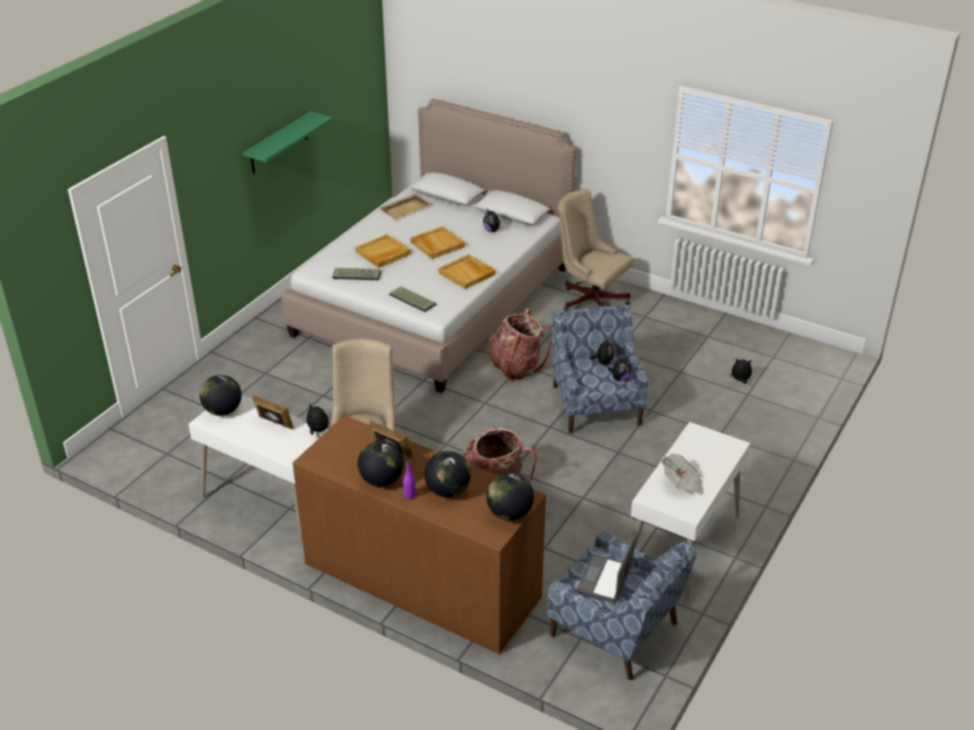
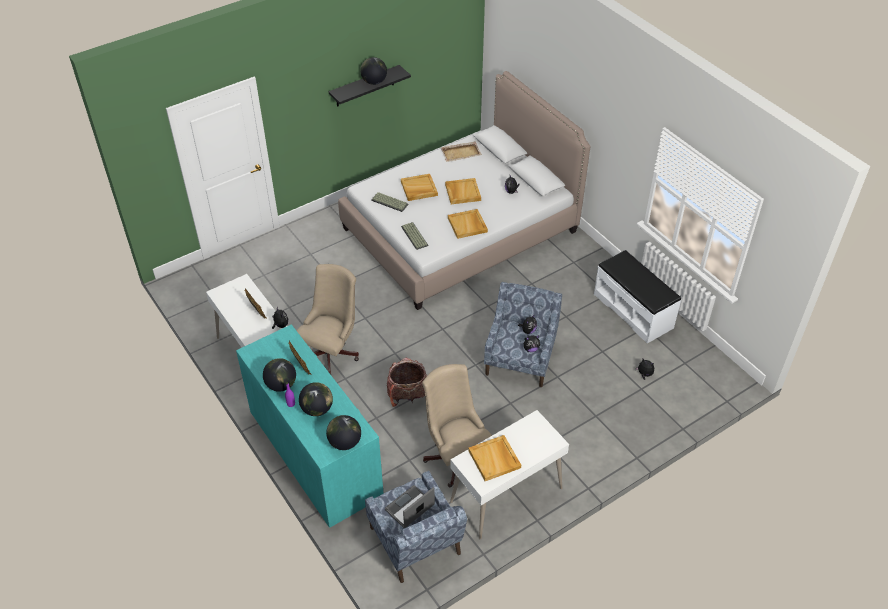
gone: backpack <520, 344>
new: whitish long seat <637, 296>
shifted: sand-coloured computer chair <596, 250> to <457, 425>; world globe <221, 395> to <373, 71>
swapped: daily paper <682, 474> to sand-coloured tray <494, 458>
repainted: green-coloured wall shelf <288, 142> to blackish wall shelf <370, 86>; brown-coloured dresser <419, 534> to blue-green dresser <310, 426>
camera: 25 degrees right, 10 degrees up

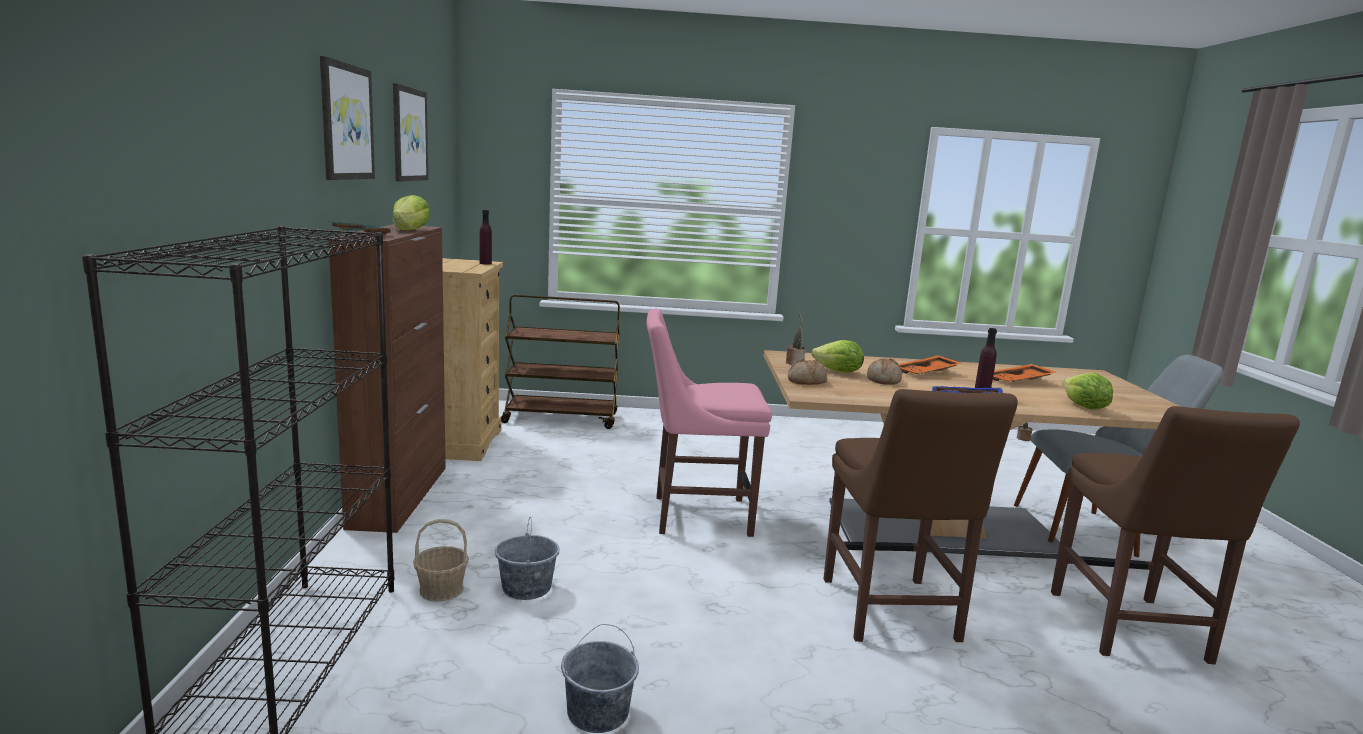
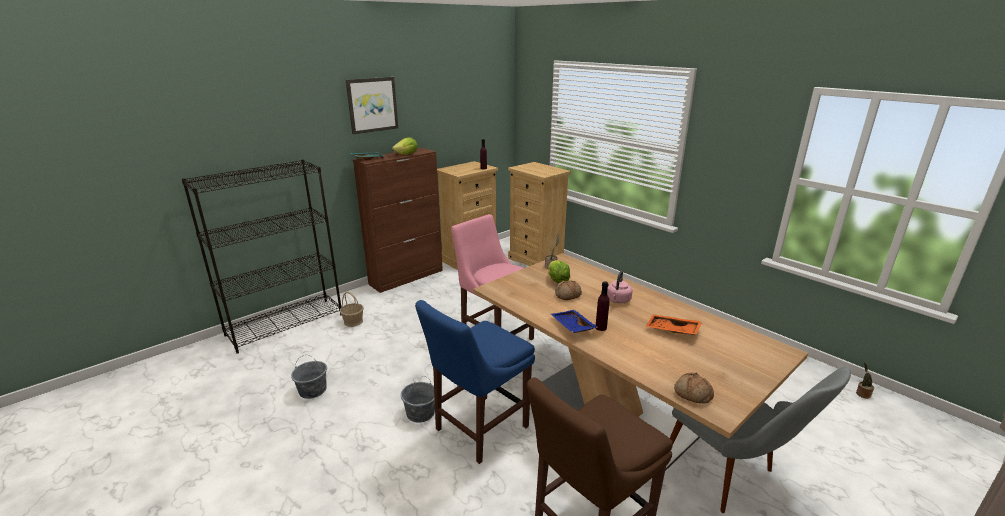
gone: wall art <410, 132>; lettuce head <1088, 391>
shifted: bakery bread <807, 372> to <694, 388>; grey water bucket <527, 558> to <418, 399>
swapped: brown-coloured wheeled cart <560, 362> to sand-coloured dresser <539, 214>; orange tray <930, 364> to pinkish kettle <619, 287>
repainted: brown-coloured chair <921, 515> to bluish chair <475, 382>
camera: 50 degrees right, 10 degrees up

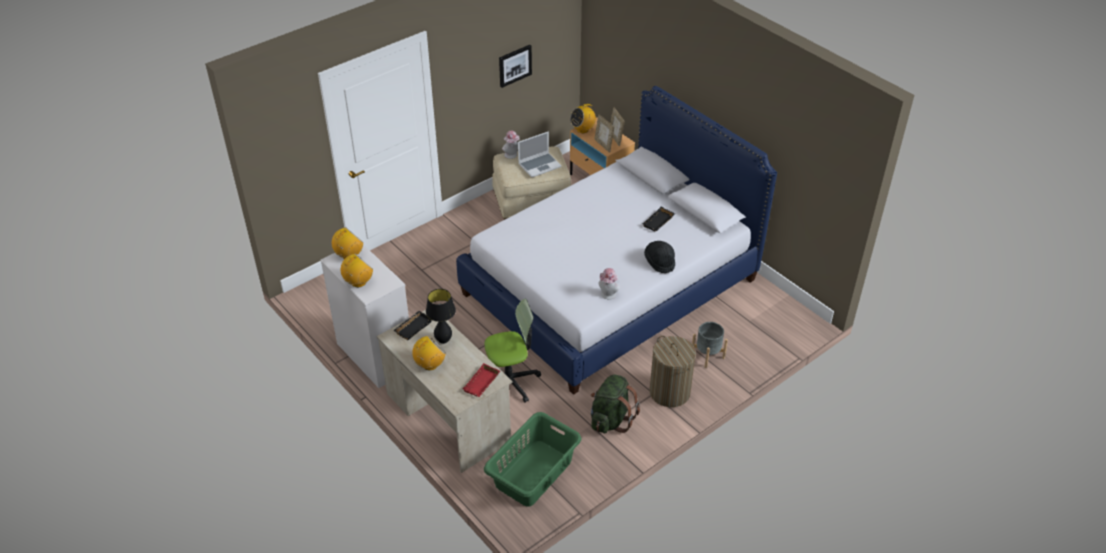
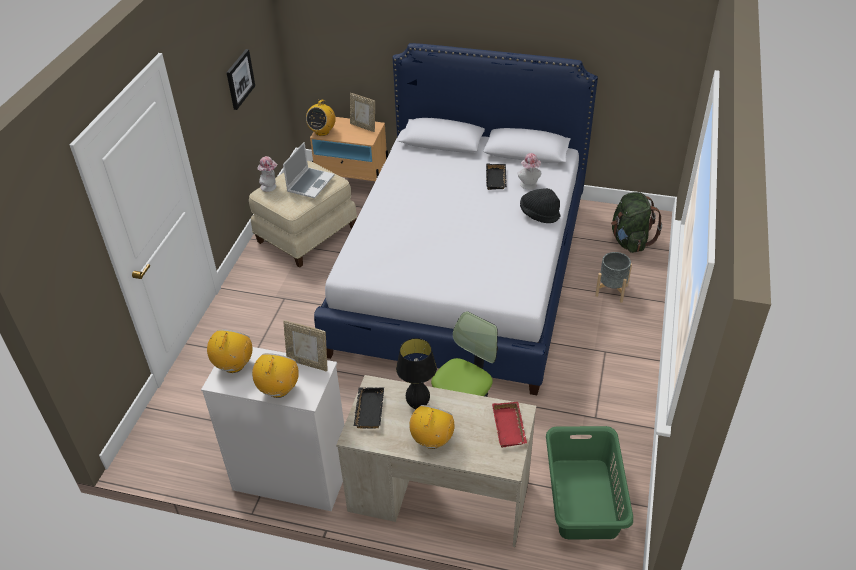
gone: hamper <673, 371>
shifted: standing frame <604, 133> to <305, 345>; clothing hat <609, 283> to <529, 171>; green-coloured backpack <615, 403> to <636, 222>
camera: 35 degrees left, 0 degrees up

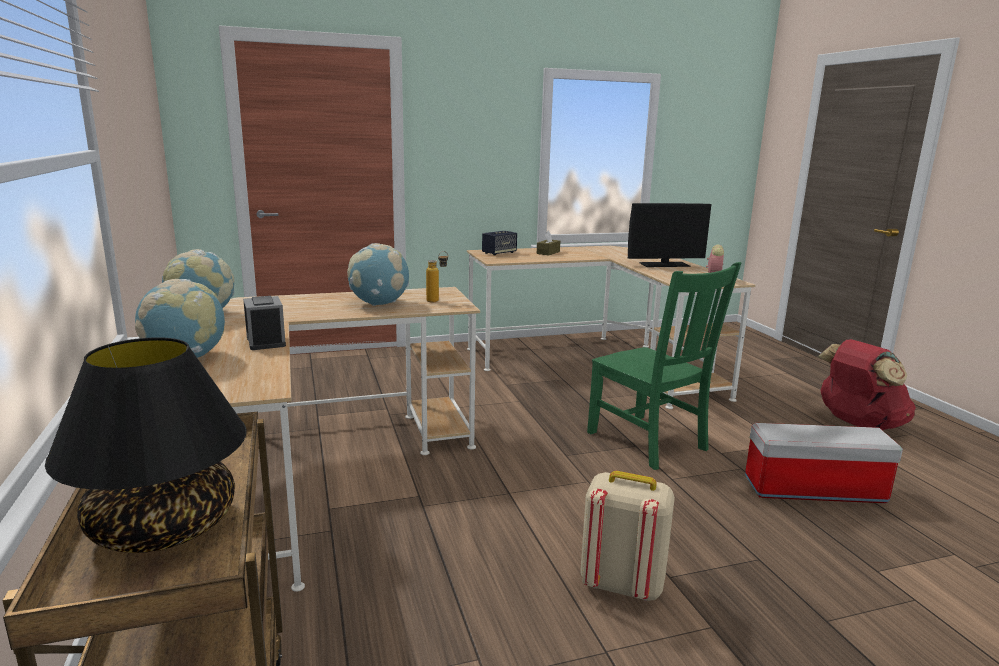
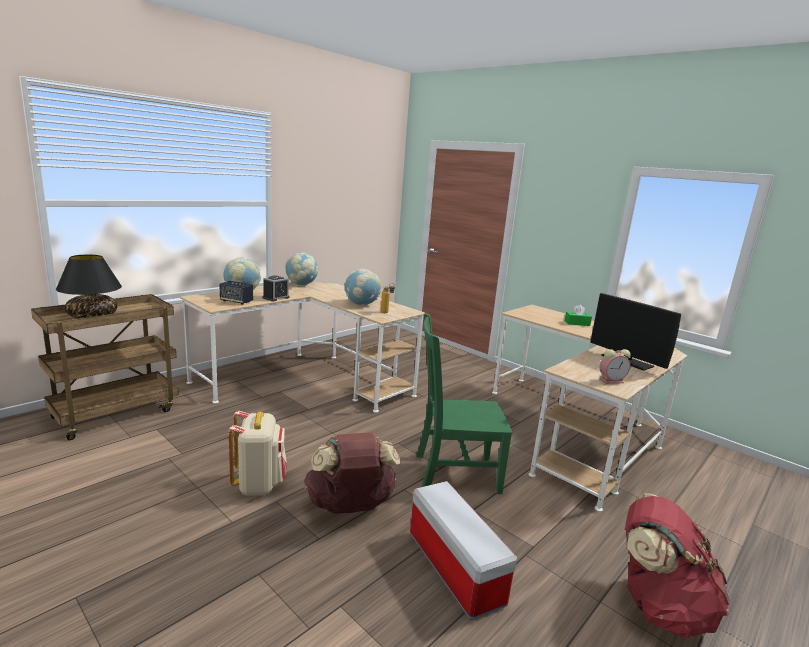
new: brown-coloured backpack <352, 473>
shifted: speaker <499, 243> to <236, 293>
repainted: brown-coloured tissue box <548, 242> to green-coloured tissue box <578, 315>
rotated: green-coloured chair <664, 366> = <464, 403> 60 degrees clockwise
camera: 60 degrees right, 0 degrees up

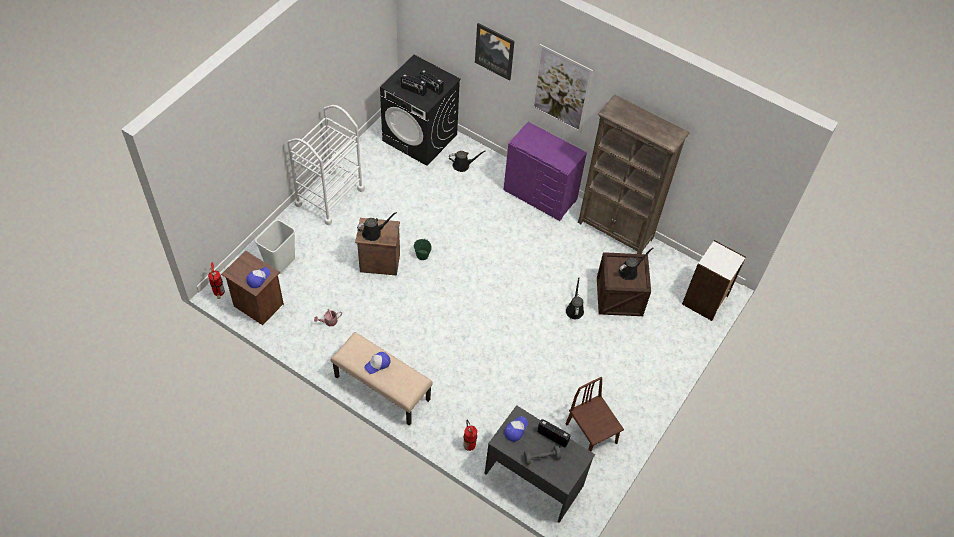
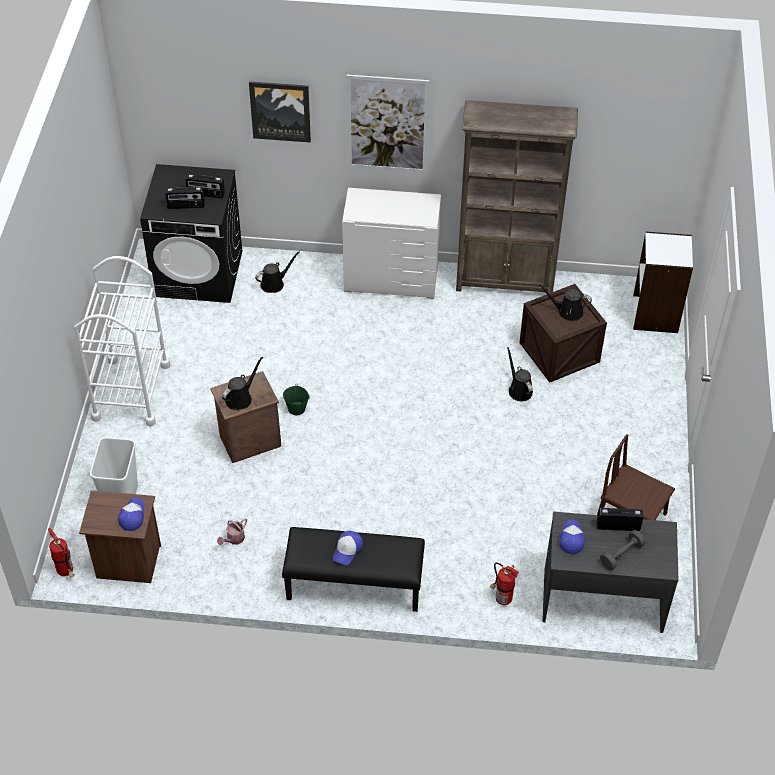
repainted: purple-coloured dresser <545, 171> to whitish dresser <391, 243>; sand-coloured long seat <382, 379> to blackish long seat <353, 569>
rotated: blackish watering can <636, 263> = <565, 302> 105 degrees counterclockwise
camera: 25 degrees left, 5 degrees down

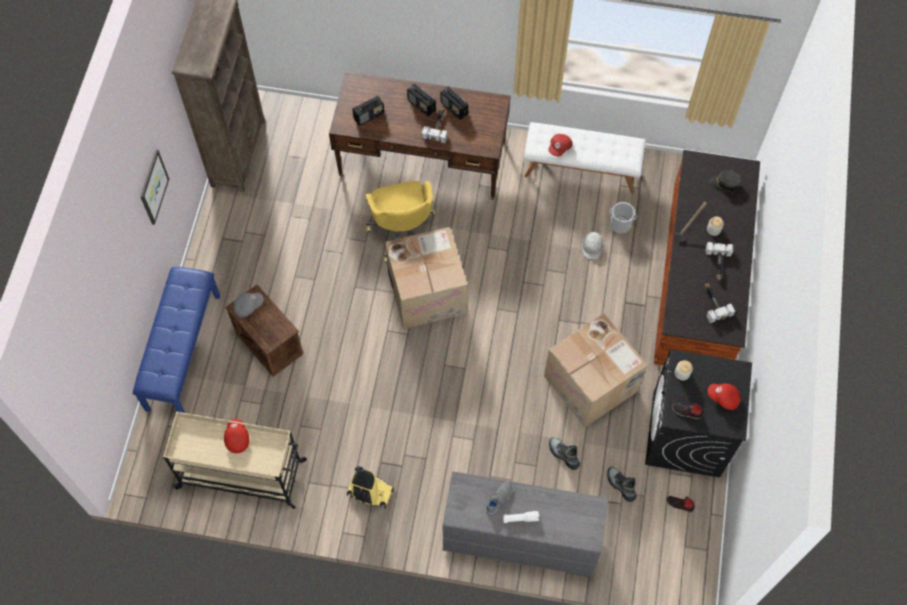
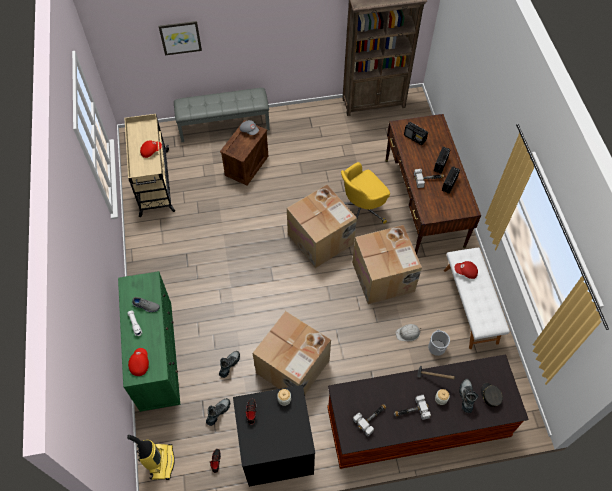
new: packing box <387, 264>; tall boot <468, 396>
shifted: wall art <154, 187> to <180, 38>; reddish cap <724, 396> to <138, 362>; hoover <370, 487> to <151, 457>
repainted: bluish long seat <176, 340> to grey long seat <222, 115>; grey dresser <525, 524> to green-coloured dresser <149, 341>
camera: 70 degrees right, 5 degrees down

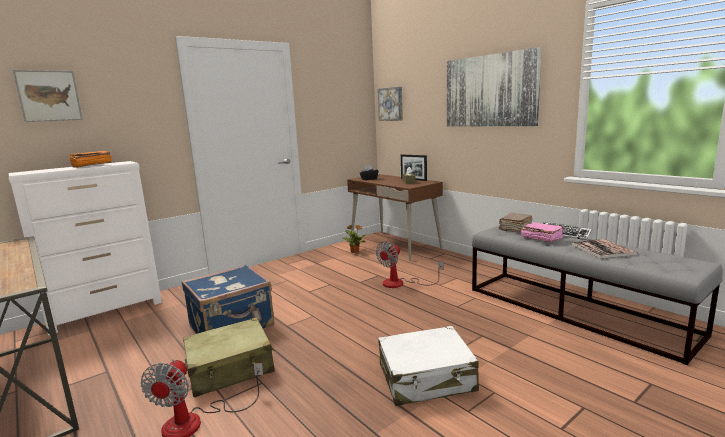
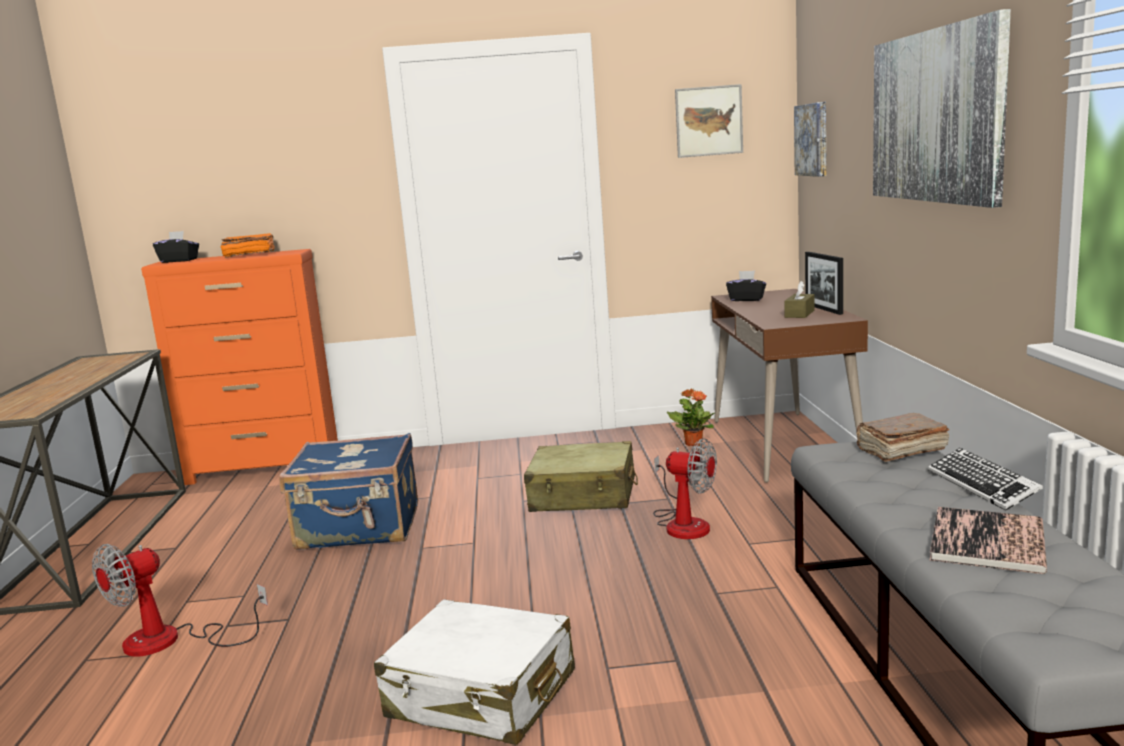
gone: pinkish bound book <542, 232>
new: blackish tissue box <176, 247>
shifted: wall art <48, 96> to <709, 121>; sand-coloured suitcase <229, 357> to <581, 476>
repainted: whitish dresser <85, 248> to orange dresser <239, 367>
rotated: cooling fan <409, 265> = <685, 488> 135 degrees counterclockwise
camera: 35 degrees right, 0 degrees up

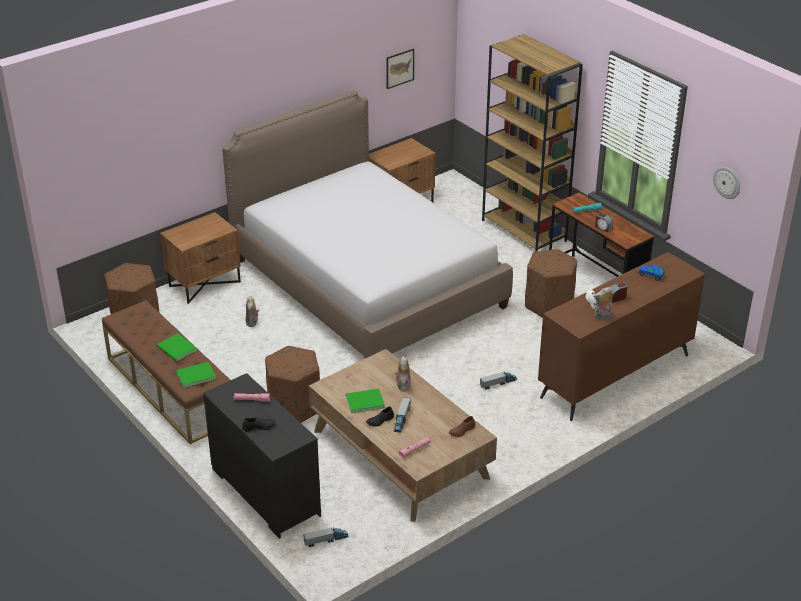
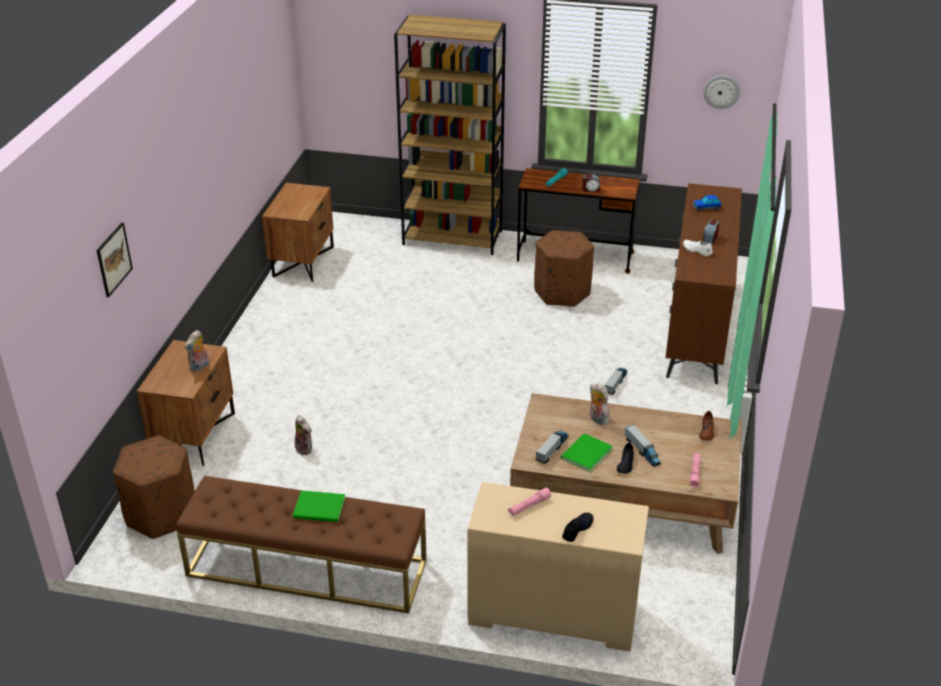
gone: bedroom bed <367, 224>; brown-coloured footrest <292, 384>; green-coloured bound book <196, 375>
shifted: wall art <400, 69> to <115, 260>; plush toy <603, 303> to <196, 351>; model truck <326, 537> to <552, 447>
repainted: blackish dresser <262, 456> to sand-coloured dresser <558, 567>
camera: 40 degrees left, 0 degrees up

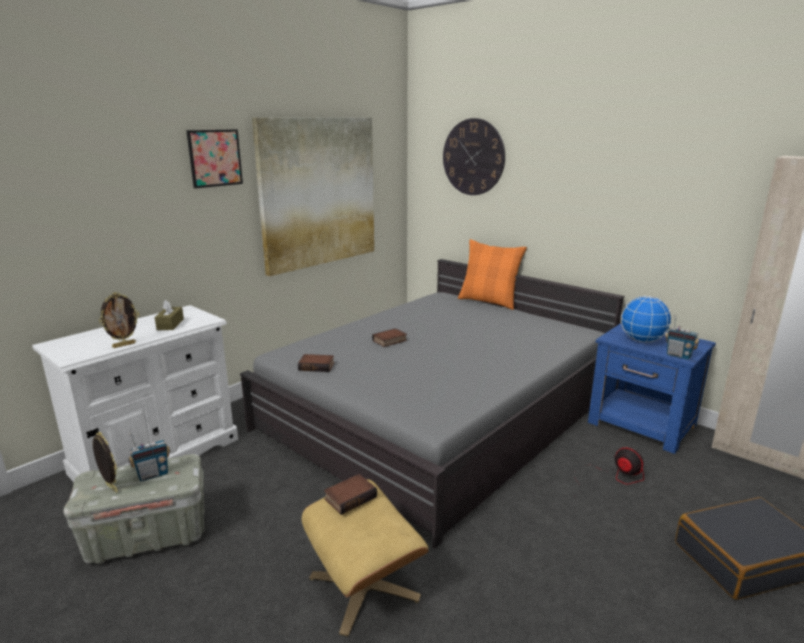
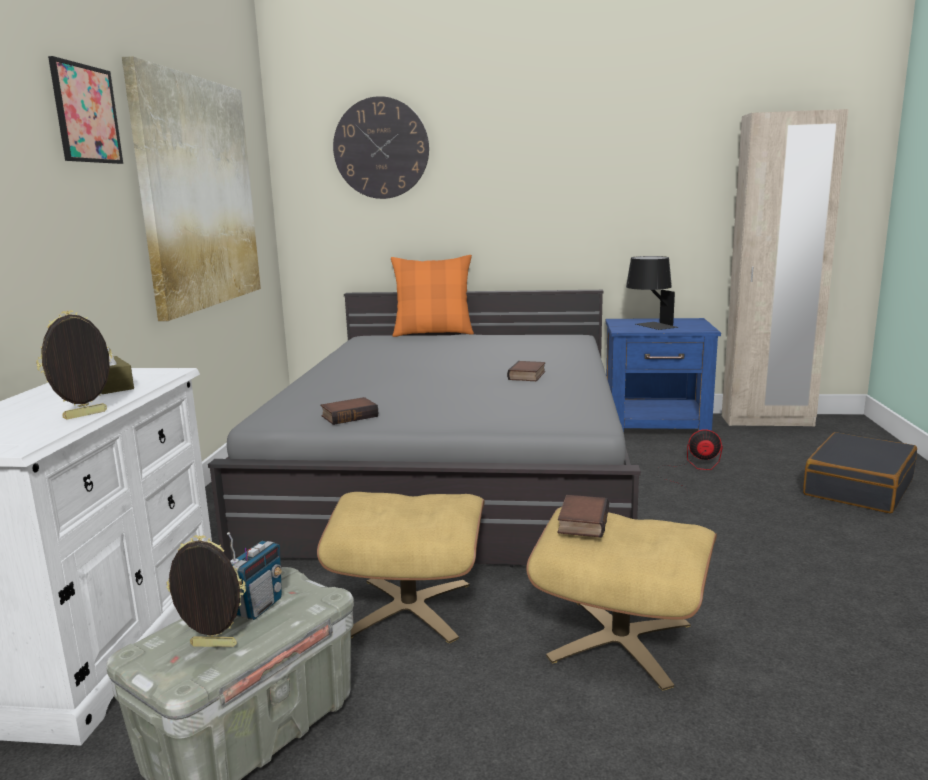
gone: radio <682, 338>
new: sand-coloured footrest <401, 567>
shifted: bound book <389, 337> to <526, 371>
swapped: world globe <646, 319> to blackish tabletop lamp <652, 293>
rotated: standing frame <119, 320> = <74, 365> 150 degrees counterclockwise
camera: 35 degrees left, 5 degrees down

